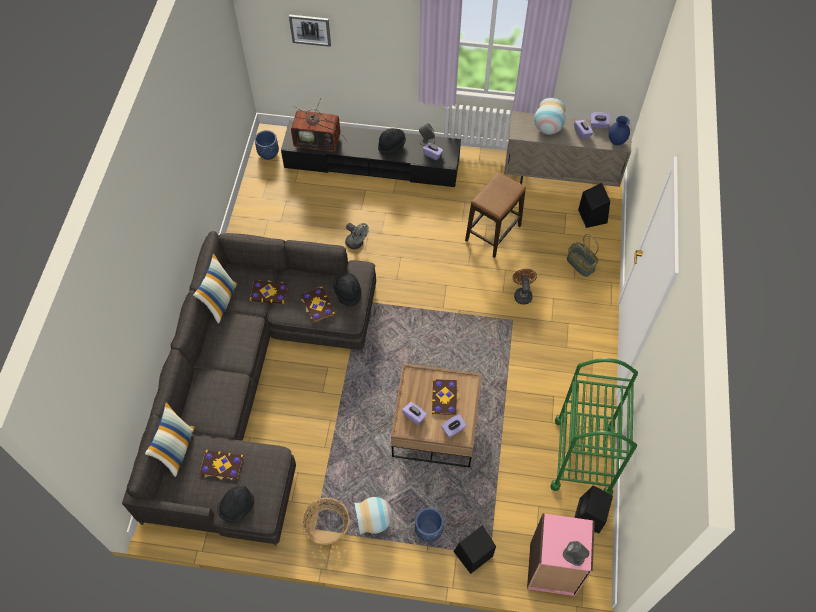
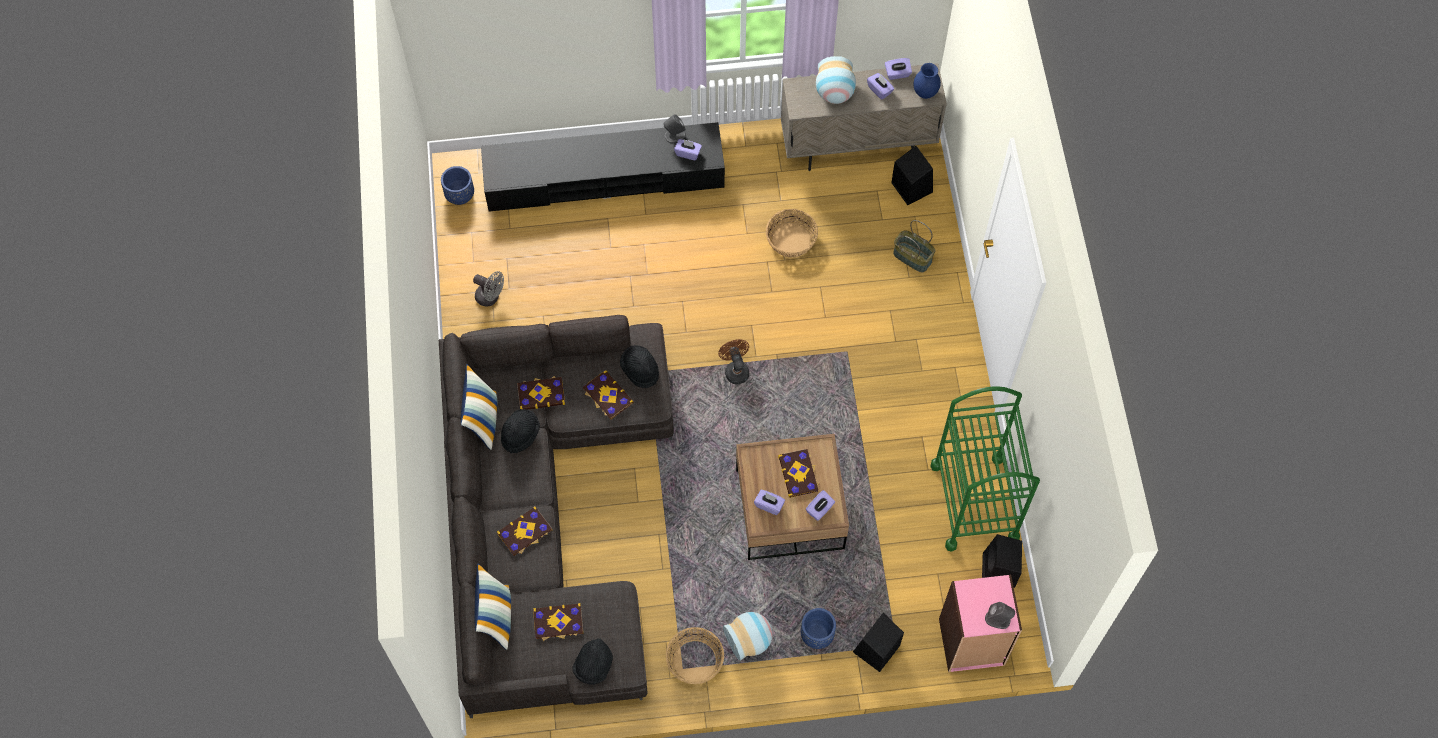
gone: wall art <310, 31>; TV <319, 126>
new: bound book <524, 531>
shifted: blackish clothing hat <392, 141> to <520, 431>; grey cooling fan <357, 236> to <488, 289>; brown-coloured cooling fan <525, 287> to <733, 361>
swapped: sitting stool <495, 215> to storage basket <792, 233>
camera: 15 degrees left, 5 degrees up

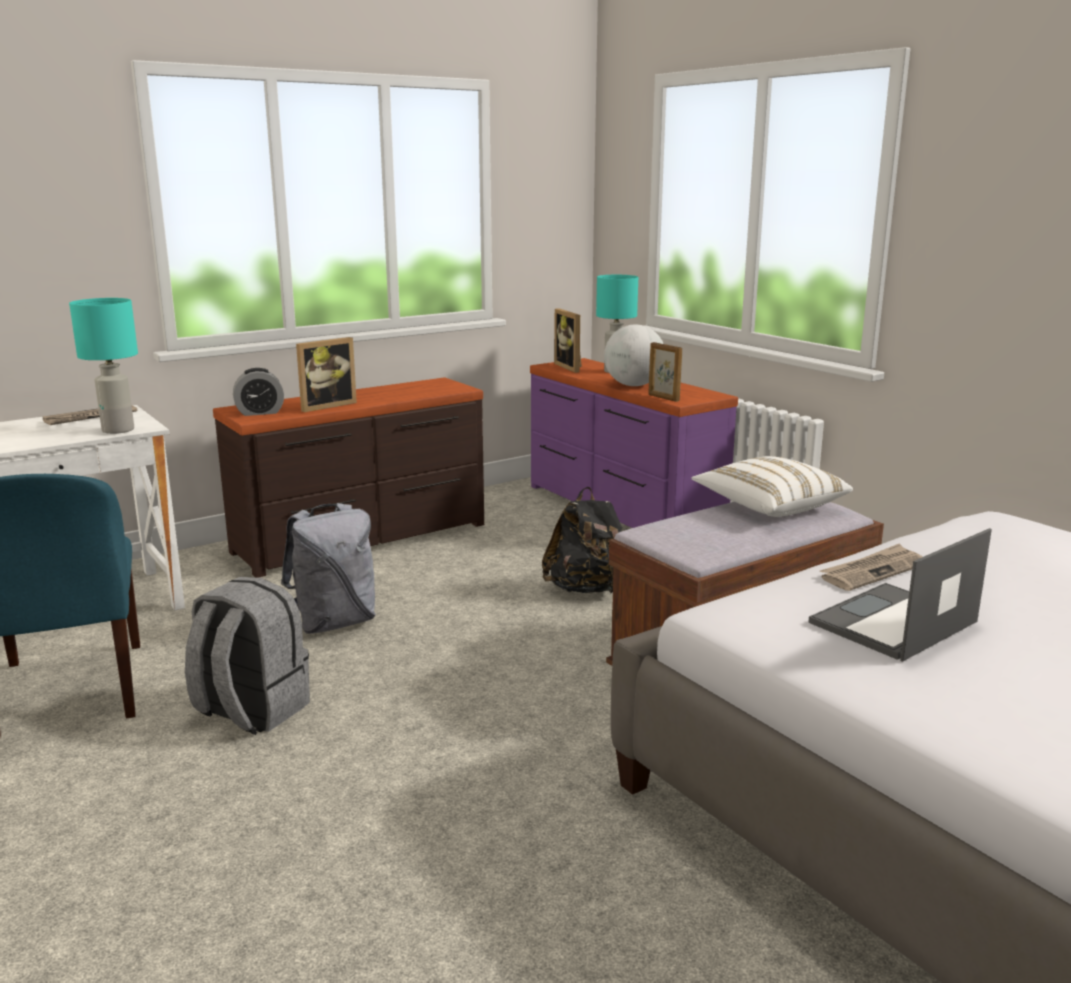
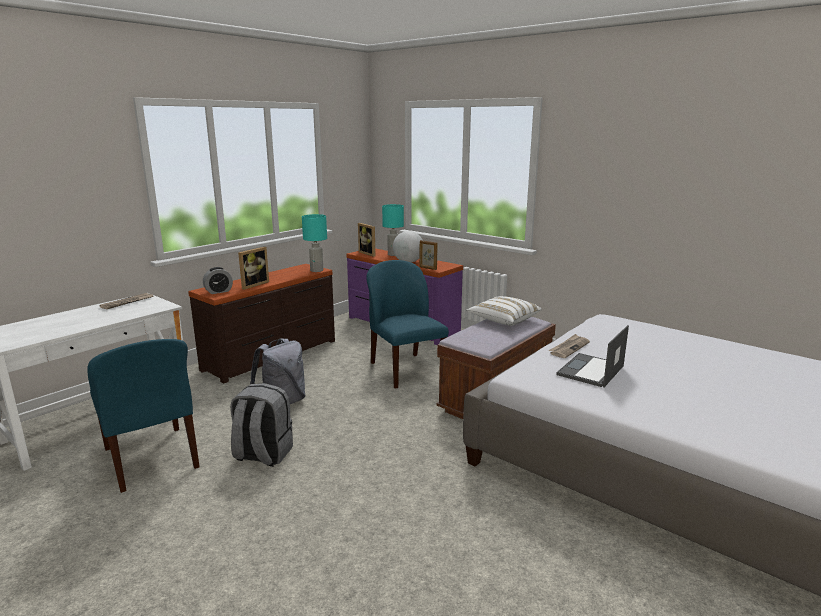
shifted: blue-green tabletop lamp <103, 366> to <314, 243>
swapped: blackish backpack <582, 540> to bluish chair <407, 324>
camera: 15 degrees left, 0 degrees up

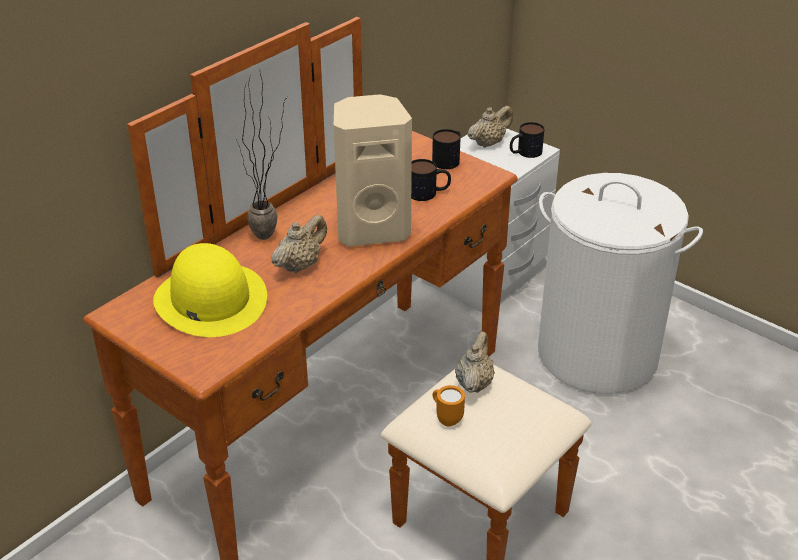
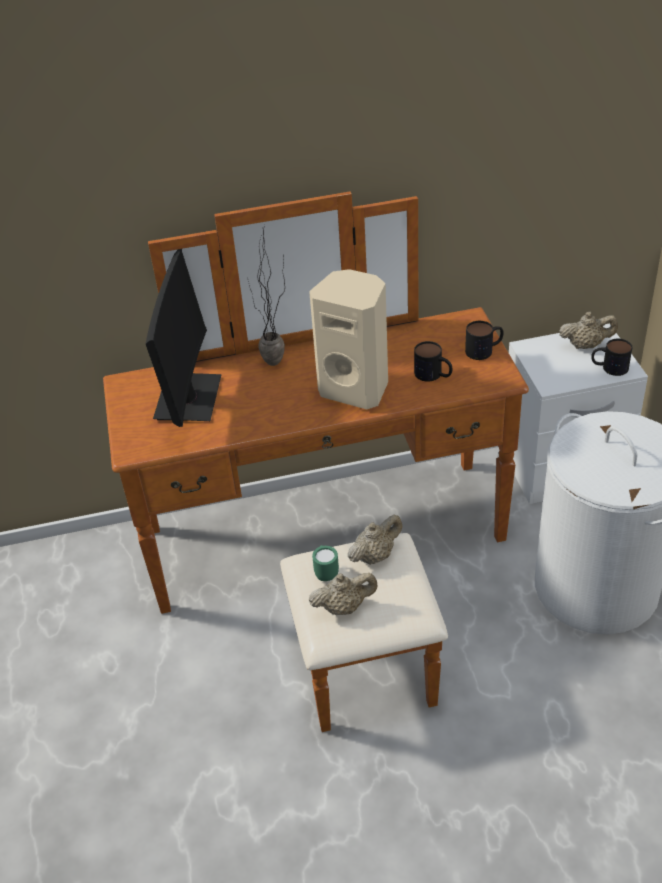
shifted: sand-coloured pot for tea <299, 244> to <343, 594>
swapped: yellow-coloured clothing hat <210, 290> to monitor <184, 338>
repainted: orange tea mug <449, 406> to green-coloured tea mug <325, 563>
camera: 40 degrees right, 5 degrees up

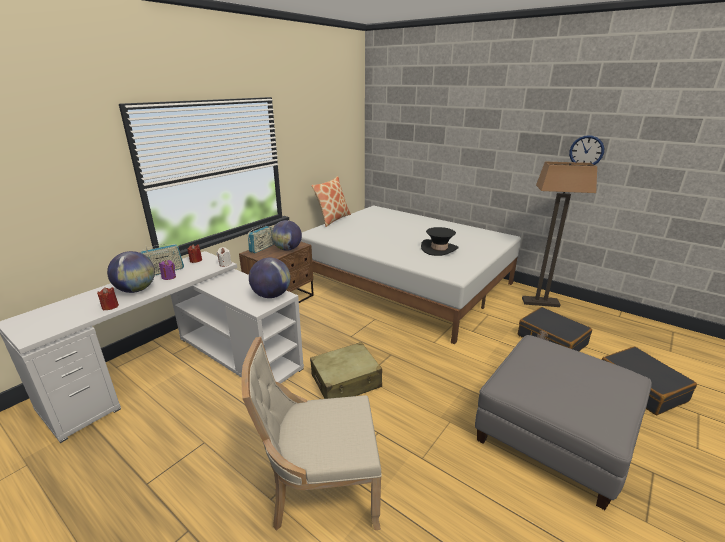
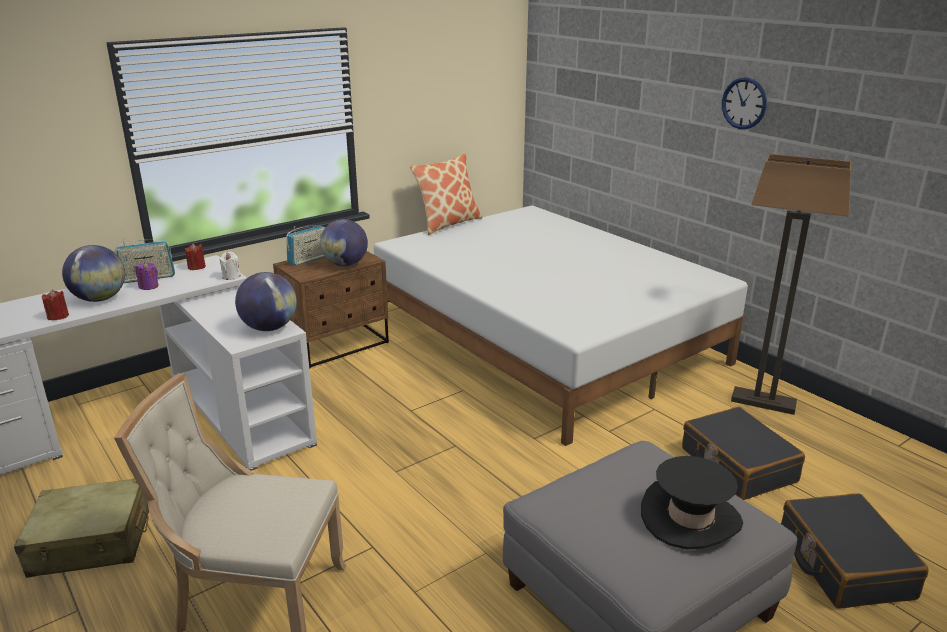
shifted: clock on the wall <586, 150> to <744, 103>; blackish clothing hat <440, 241> to <692, 503>; sand-coloured suitcase <346, 370> to <81, 528>
camera: 15 degrees right, 0 degrees up

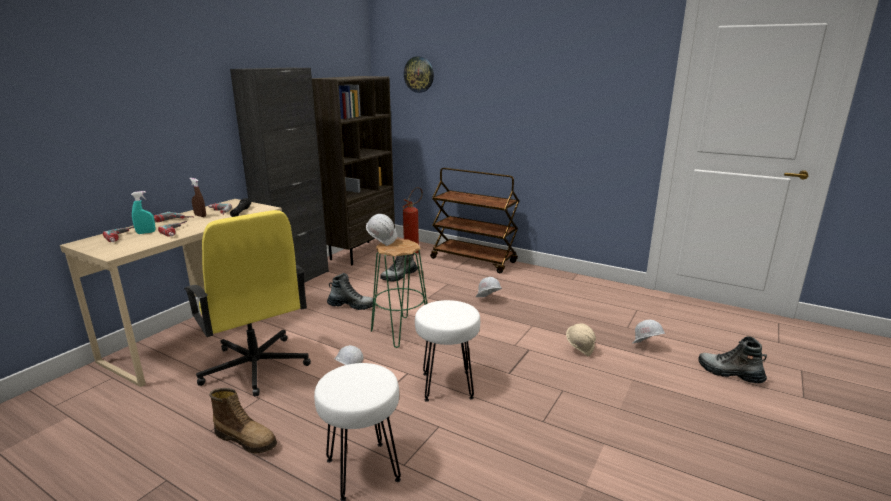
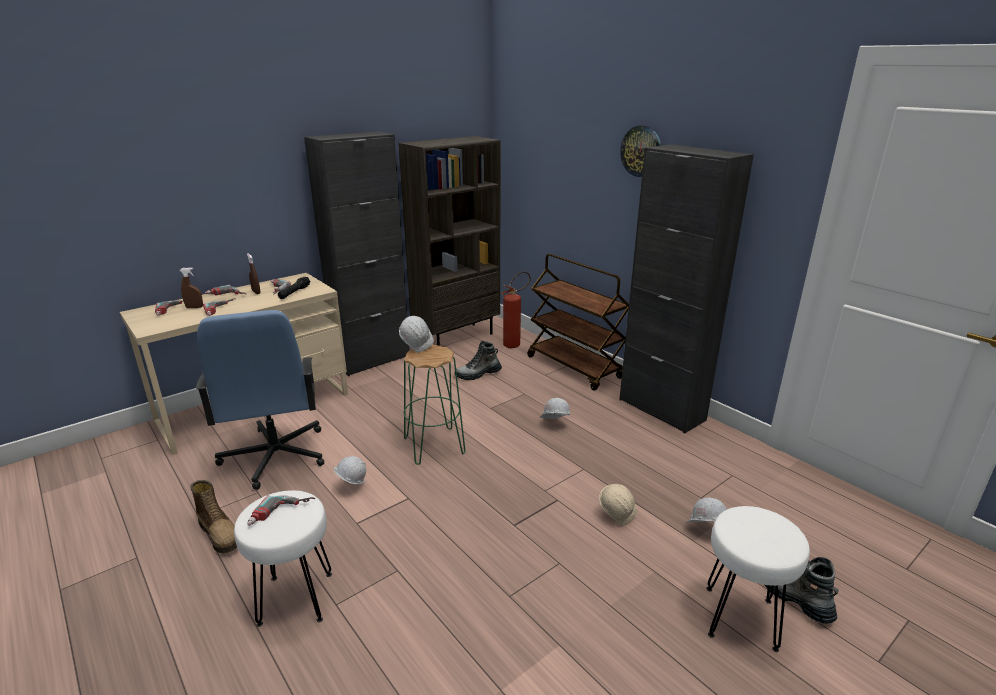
gone: tall boot <350, 291>
new: blackish cabinet <686, 288>; power drill <281, 510>
shifted: clock on the wall <419, 74> to <641, 151>; whitish sitting stool <447, 351> to <758, 579>
repainted: blue-green sprayer <143, 212> to brown-coloured sprayer <191, 287>; yellow-coloured computer chair <247, 303> to bluish computer chair <260, 400>
camera: 20 degrees right, 5 degrees up

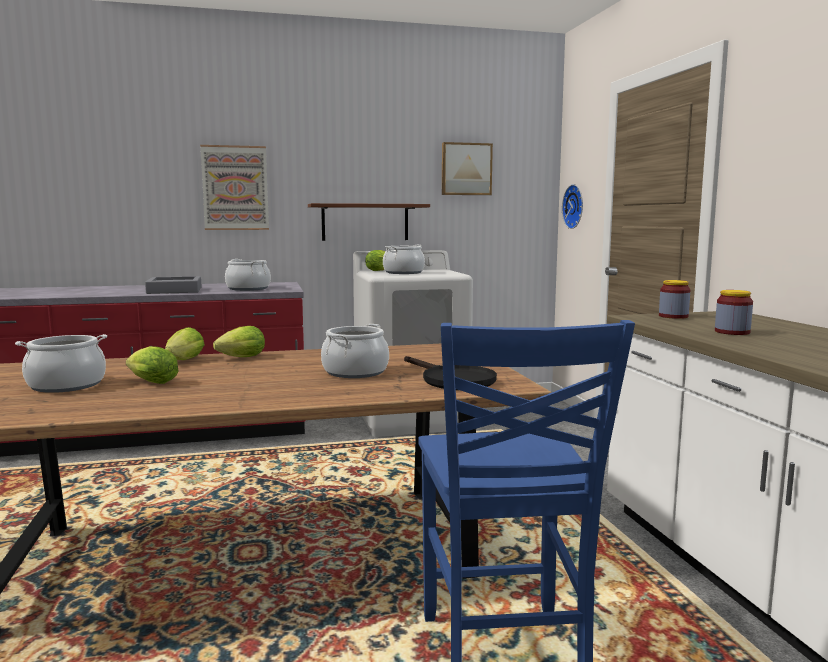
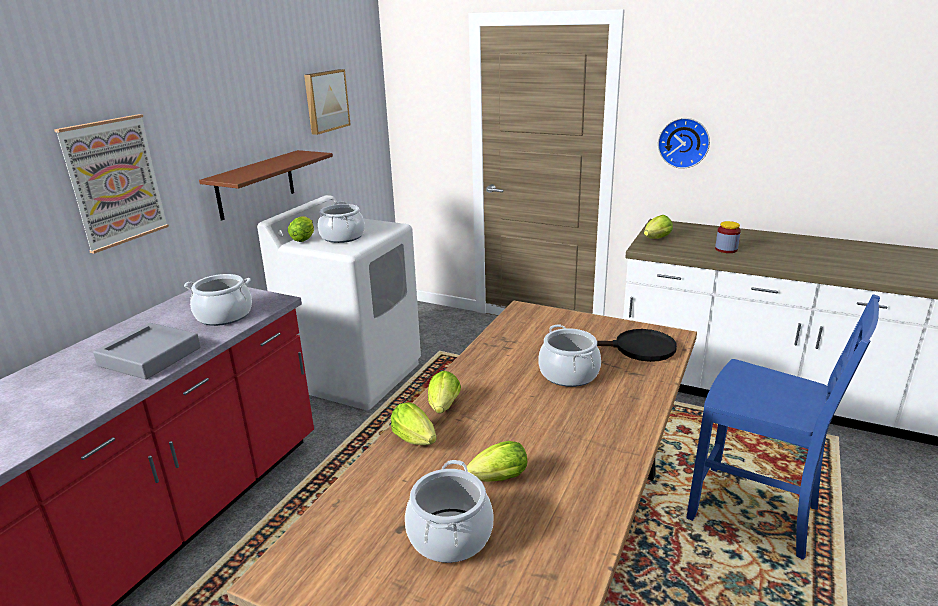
shifted: clock on the wall <572, 206> to <684, 143>
swapped: preserve jar <675, 299> to lettuce head <658, 227>
camera: 50 degrees left, 15 degrees up

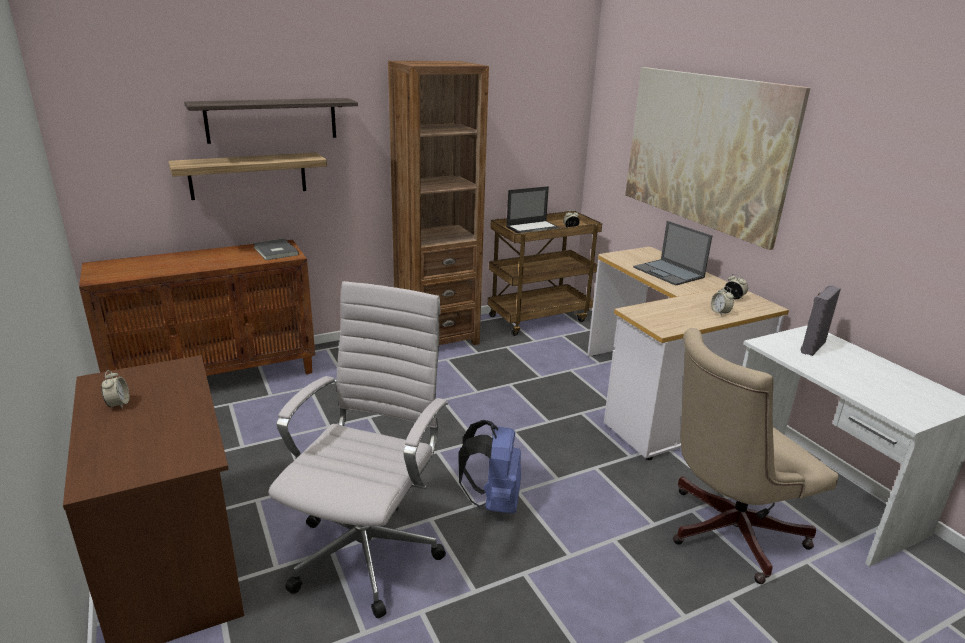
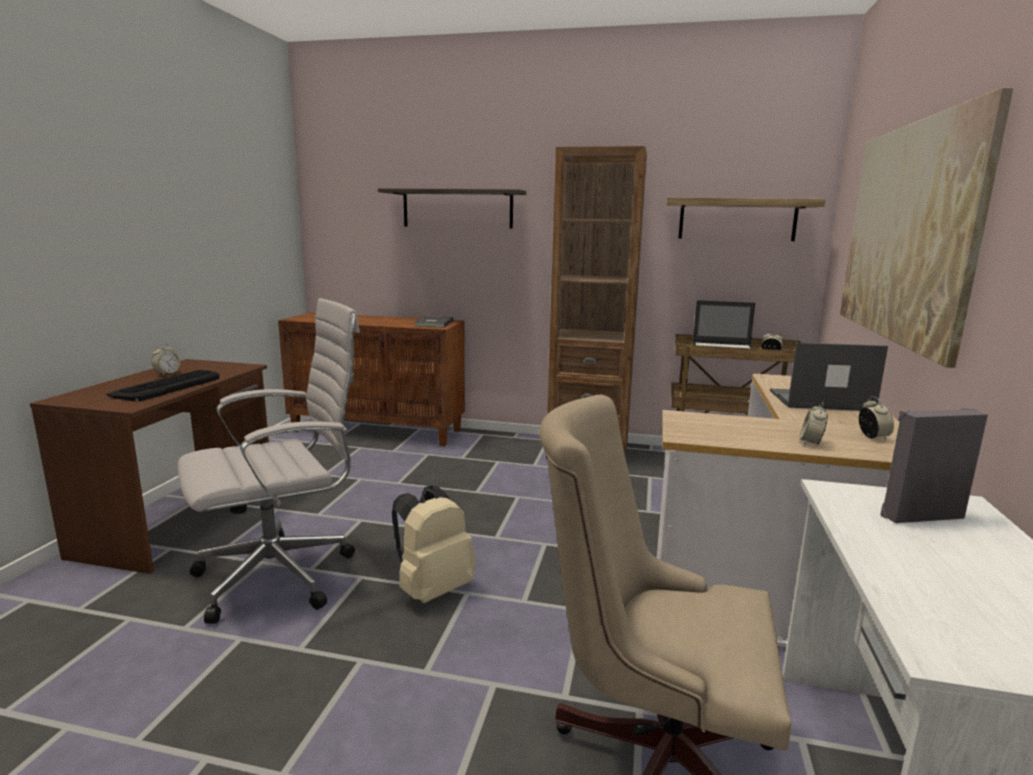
new: PC keyboard <163, 385>
shifted: wall shelf <247, 176> to <746, 219>
repainted: bluish backpack <490, 466> to sand-coloured backpack <434, 544>
rotated: laptop <672, 253> = <829, 376> 90 degrees clockwise
camera: 40 degrees right, 10 degrees down

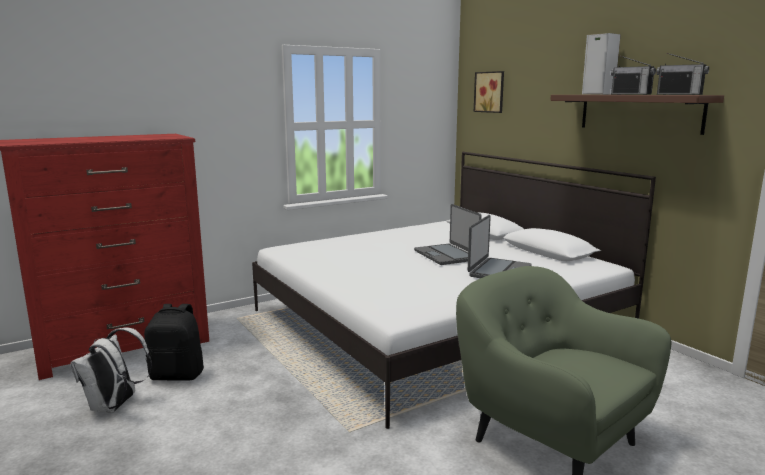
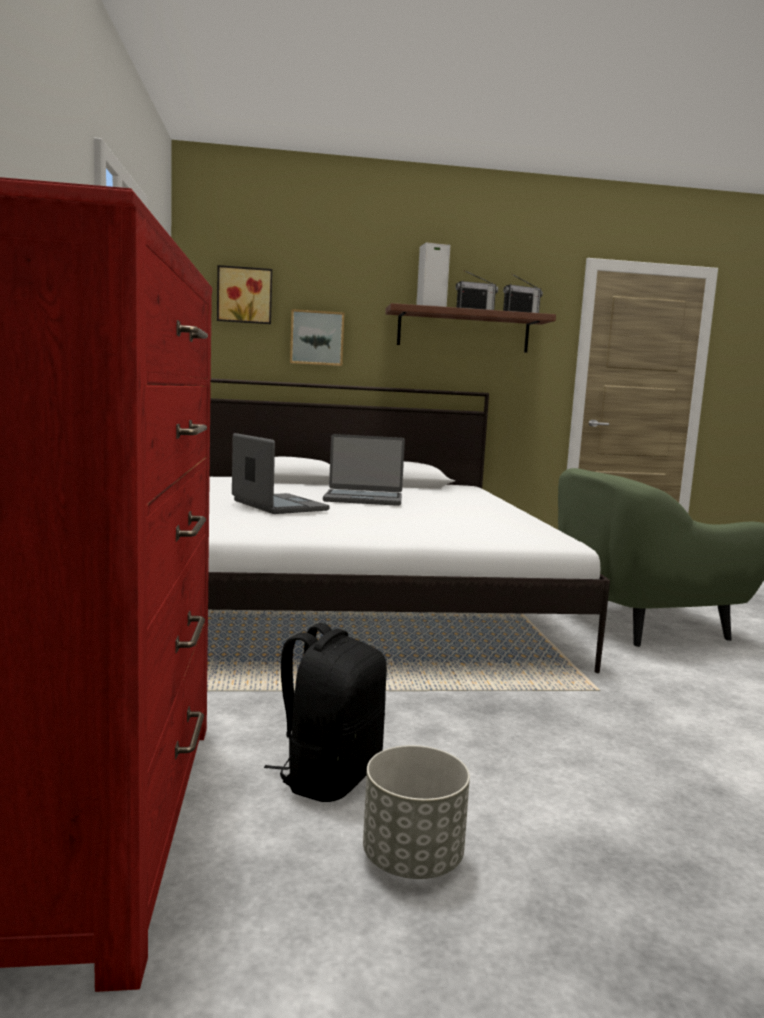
new: wall art <317, 337>
shifted: laptop <500, 246> to <281, 473>
swapped: whitish backpack <111, 370> to grey flower pot <416, 812>
camera: 65 degrees left, 5 degrees down

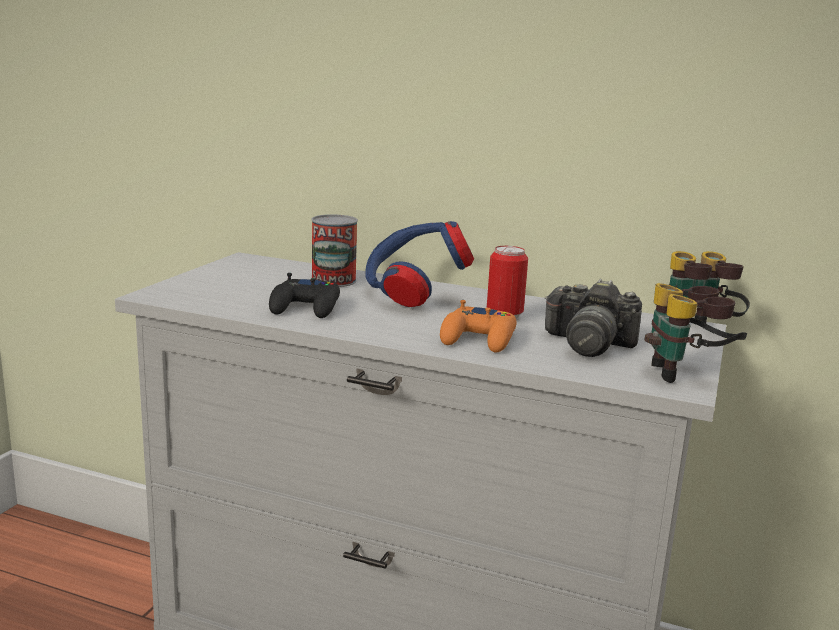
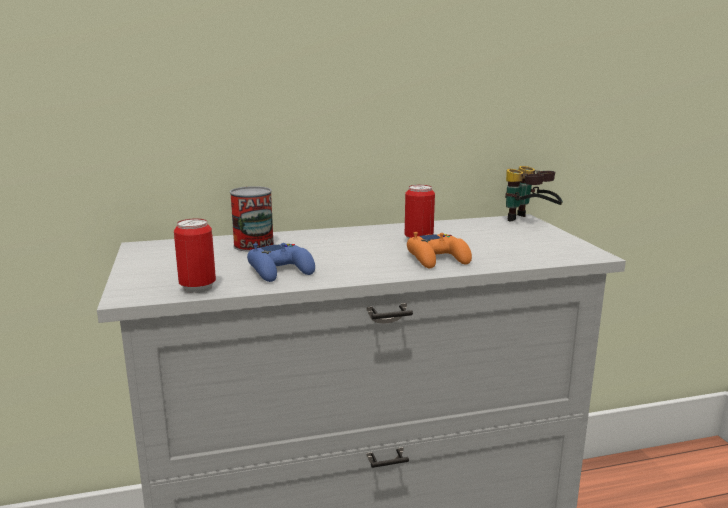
gone: bluish headset <419, 264>; photo camera <593, 318>; binoculars <696, 333>
new: metal can <195, 255>
repainted: blackish game controller <304, 295> to bluish game controller <281, 262>
camera: 35 degrees left, 0 degrees up

